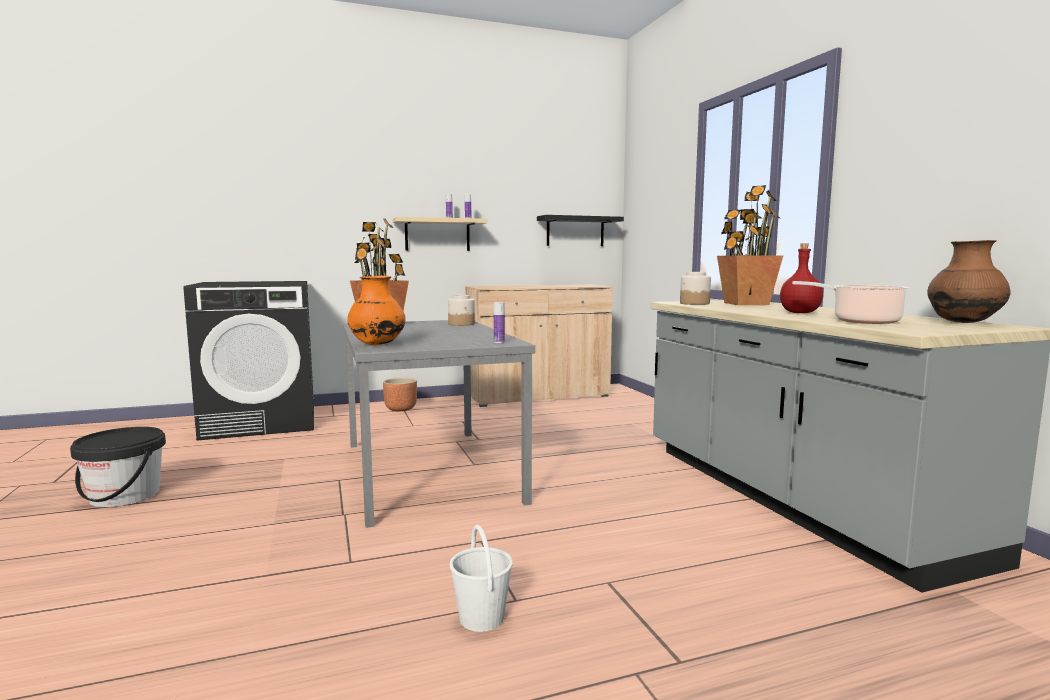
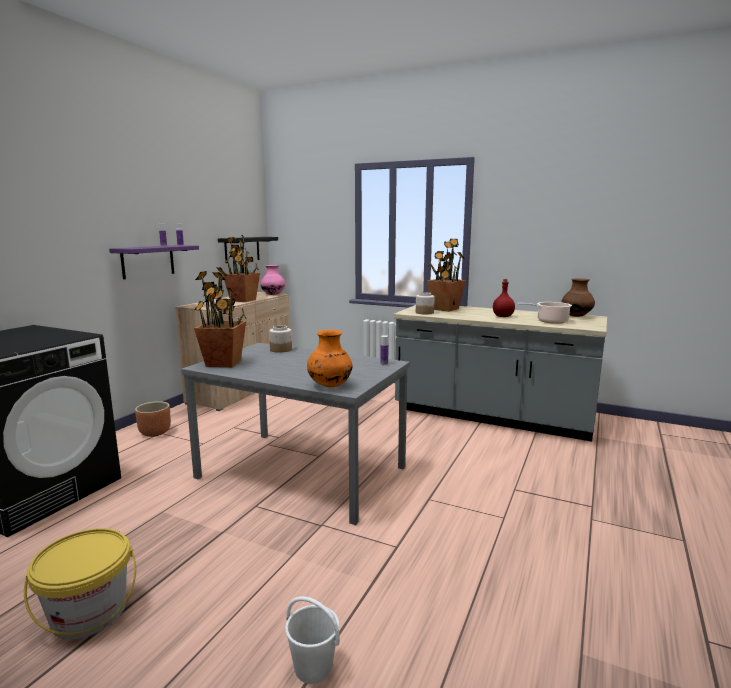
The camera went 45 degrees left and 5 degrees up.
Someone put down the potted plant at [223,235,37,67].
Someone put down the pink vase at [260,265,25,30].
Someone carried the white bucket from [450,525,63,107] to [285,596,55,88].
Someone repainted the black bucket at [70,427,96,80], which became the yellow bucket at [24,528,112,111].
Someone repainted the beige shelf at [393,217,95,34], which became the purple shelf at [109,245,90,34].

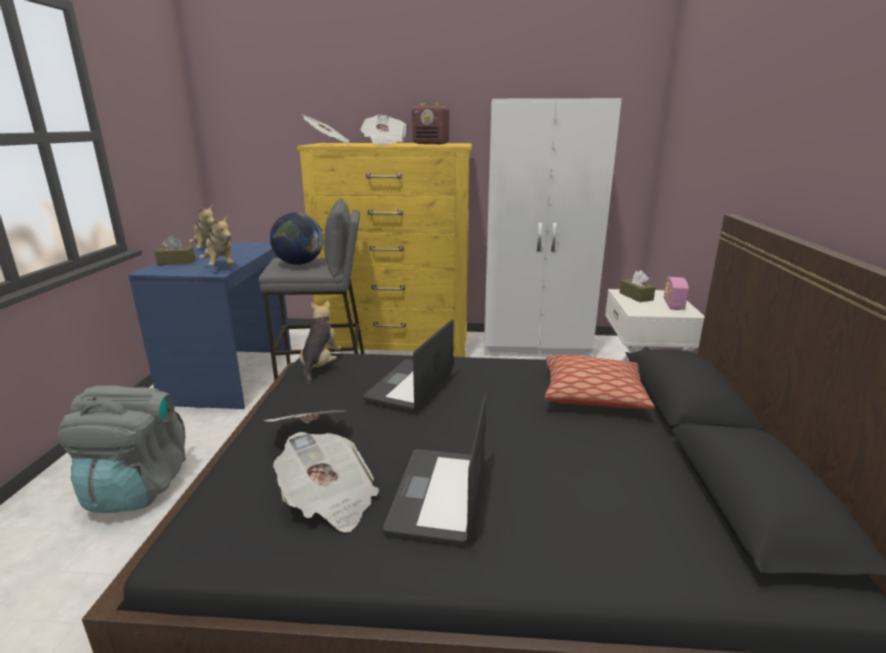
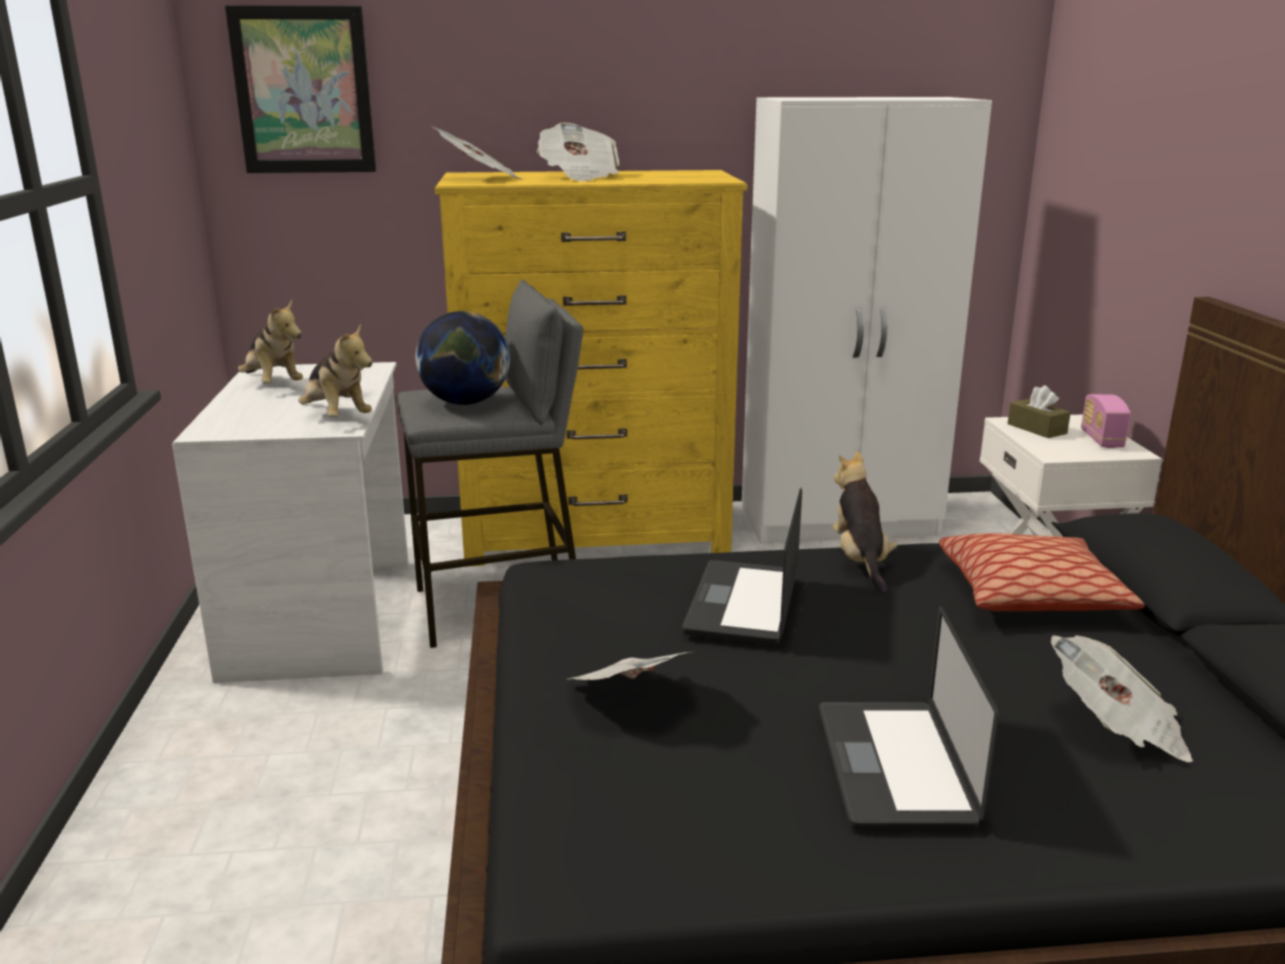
The camera went 10 degrees left and 0 degrees up.
Someone took away the grey backpack at [57,385,129,128].
Someone took away the brown tissue box at [155,236,41,29].
Someone took away the radio at [412,103,37,41].
Someone put up the picture at [225,5,151,168].
Someone carried the newspaper from [273,432,106,101] to [1051,635,142,127].
Someone carried the plush toy from [300,301,41,84] to [833,451,65,141].
Someone repainted the blue desk at [128,242,163,167], which became the white desk at [172,362,237,321].

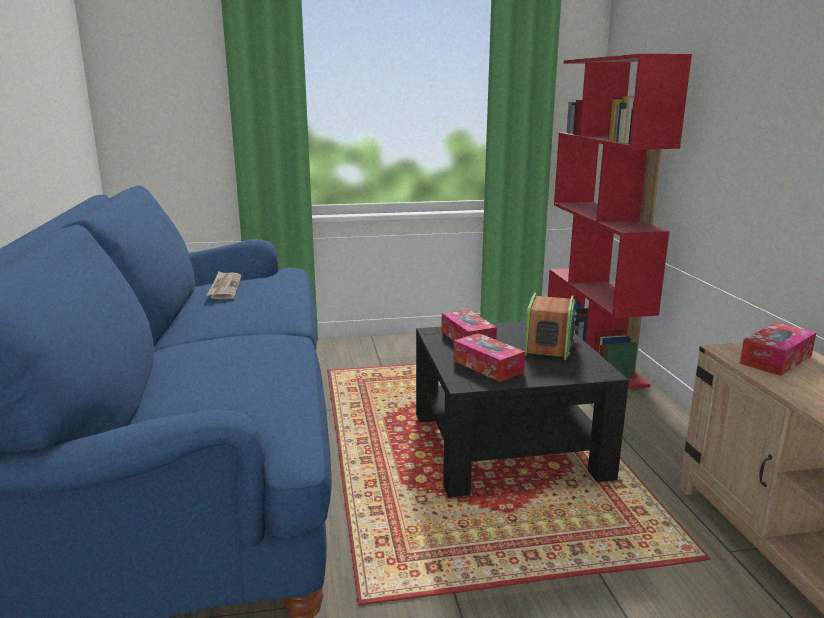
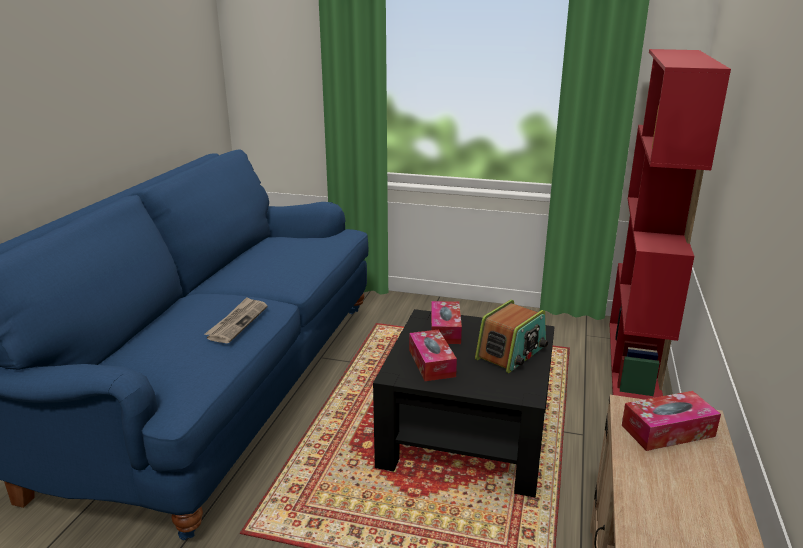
The camera went 25 degrees right and 5 degrees up.
Someone carried the newspaper from [207,272,35,27] to [204,297,63,46].

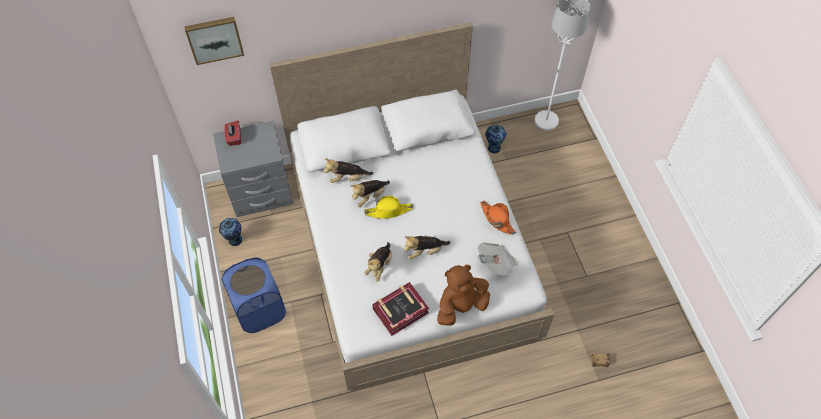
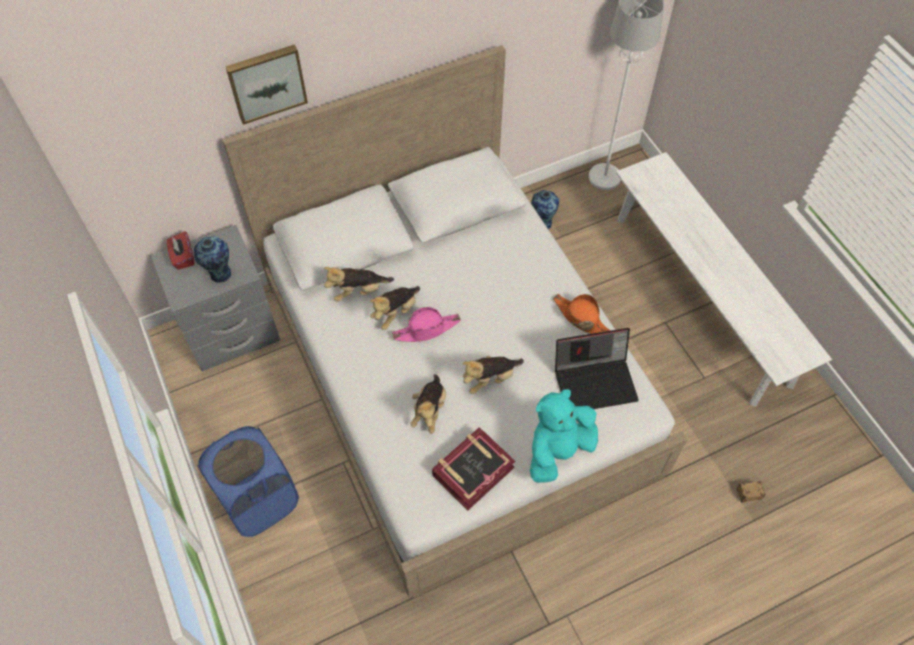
The camera went 10 degrees left and 0 degrees up.
Someone put down the white bench at [616,152,216,255].
Someone carried the picture from [184,17,60,48] to [225,44,83,81].
Someone carried the vase from [219,218,23,28] to [194,236,37,47].
Someone swapped the newspaper at [477,242,42,34] for the laptop at [555,328,84,81].
Someone repainted the yellow hat at [364,196,49,23], which became the pink hat at [392,307,69,35].
Someone repainted the brown plush toy at [437,265,53,61], which became the turquoise plush toy at [530,389,68,94].

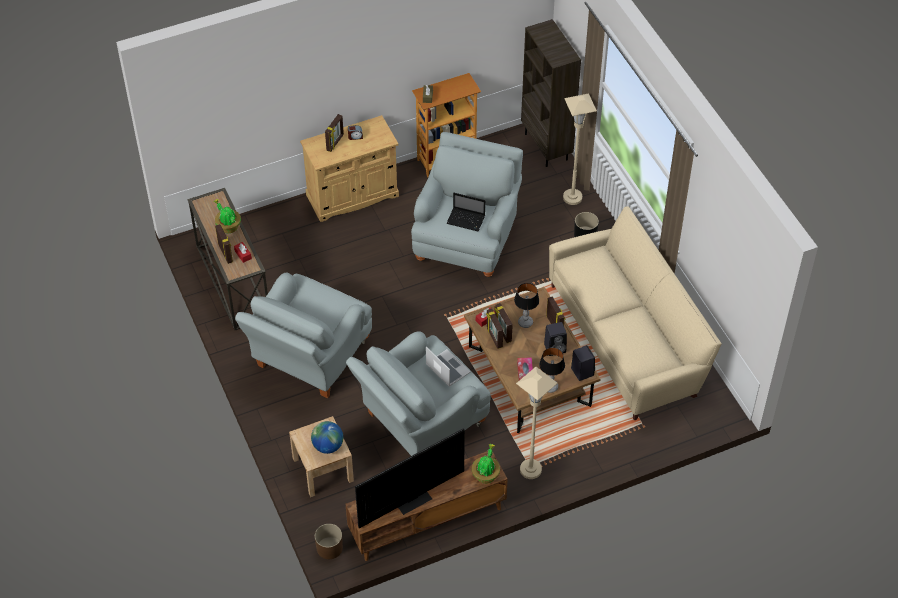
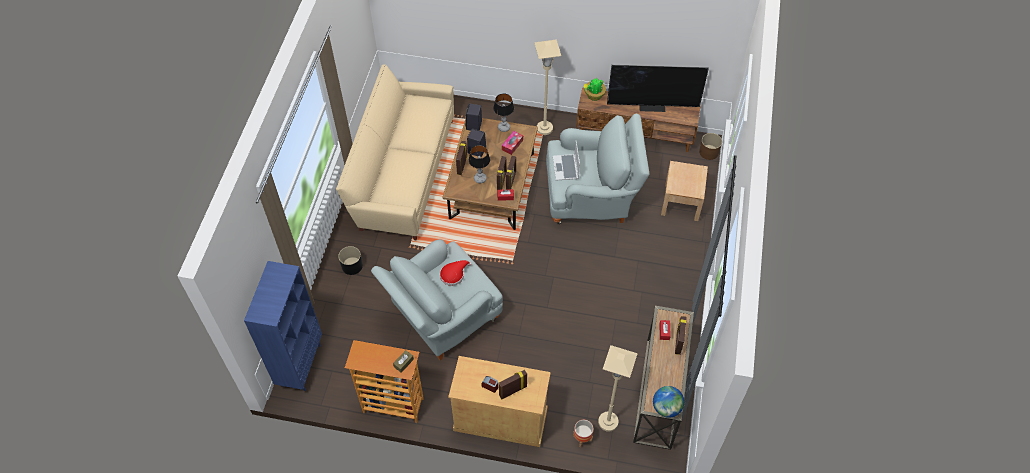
The camera went 145 degrees left and 5 degrees up.
Someone took away the potted plant at [213,199,28,34].
Someone took away the grey armchair at [235,273,137,125].
Someone put down the planter at [573,420,20,27].
Someone carried the globe from [311,421,32,33] to [653,386,31,32].
Someone carried the beige floor lamp from [563,93,34,112] to [598,345,40,87].
Someone swapped the laptop at [446,193,39,38] for the red hat at [440,260,31,26].
Someone repainted the brown bookcase at [521,19,60,148], which became the blue bookcase at [244,261,78,130].

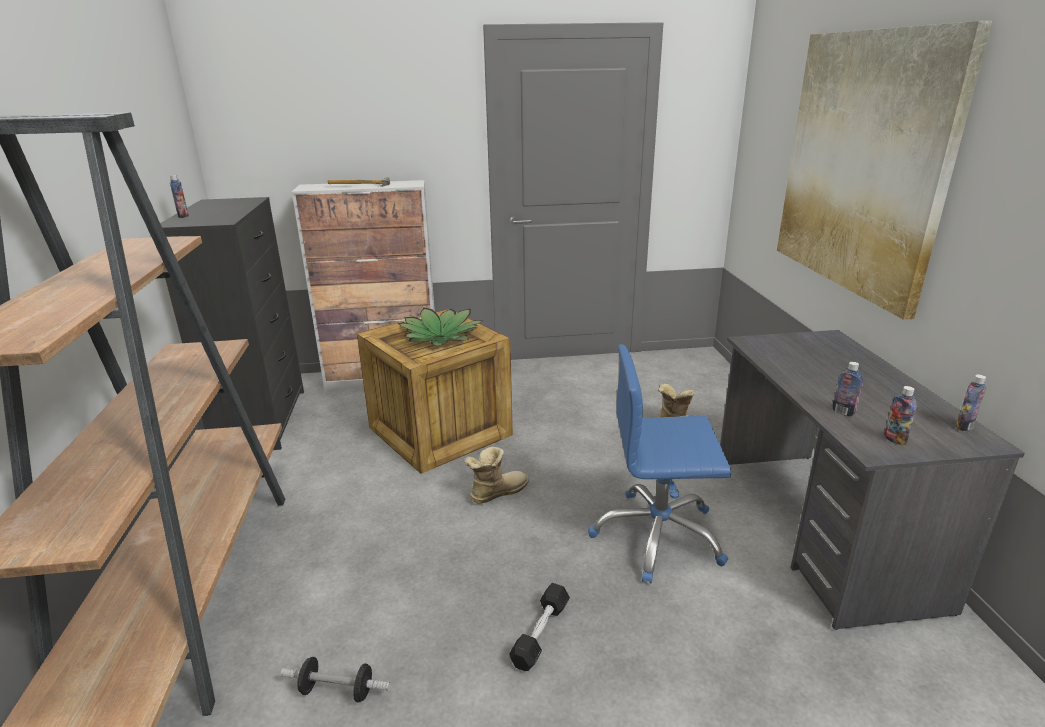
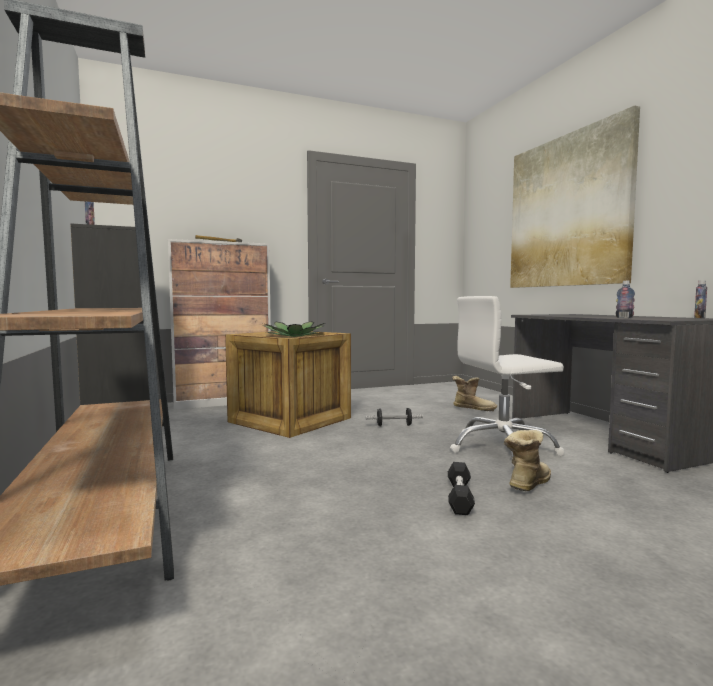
The camera went 15 degrees left and 20 degrees down.
Someone took away the bottle at [884,386,33,59].
Someone carried the dumbbell from [281,657,110,46] to [366,408,57,18].
Someone carried the boot from [464,447,65,57] to [504,430,47,61].
Someone repainted the blue office chair at [588,344,144,239], which became the white office chair at [450,296,114,171].

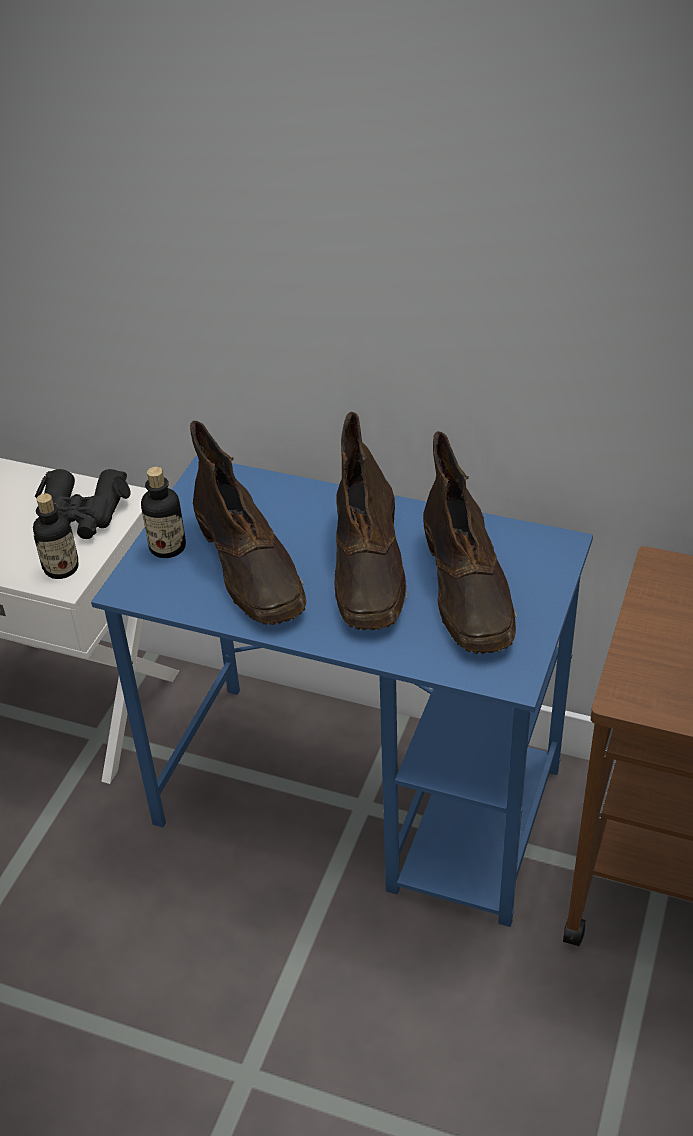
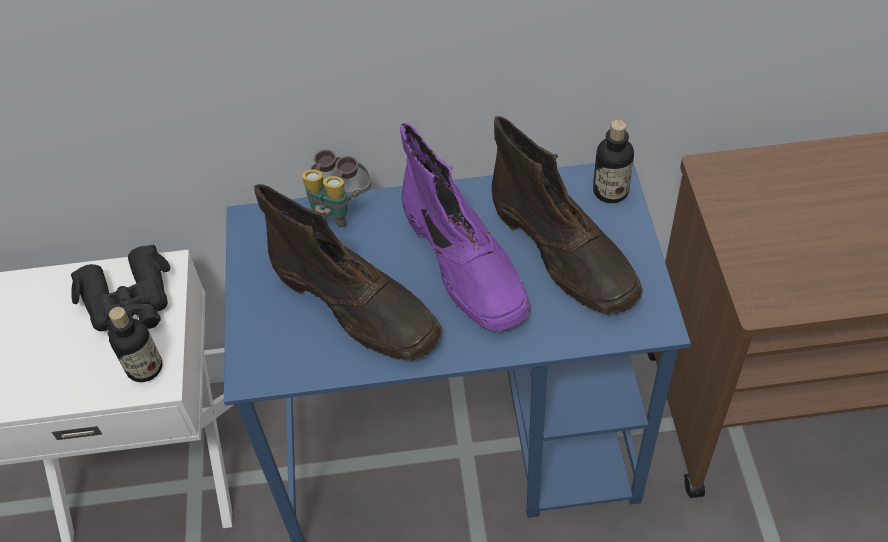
The camera went 25 degrees left and 10 degrees up.
Someone put down the binoculars at [302,149,69,79].
Someone carried the bottle from [141,467,45,91] to [593,120,41,83].
Someone repainted the brown boot at [335,412,72,218], which became the purple boot at [400,123,130,209].

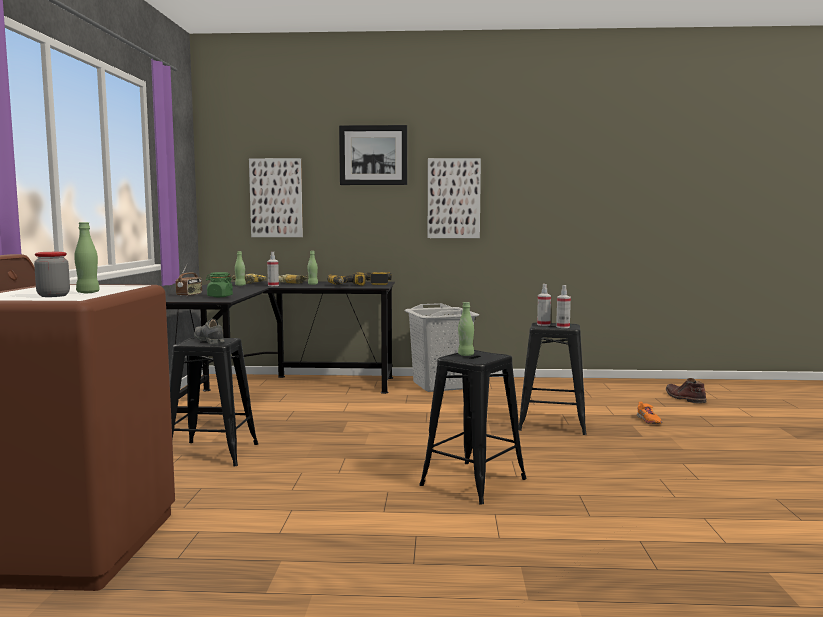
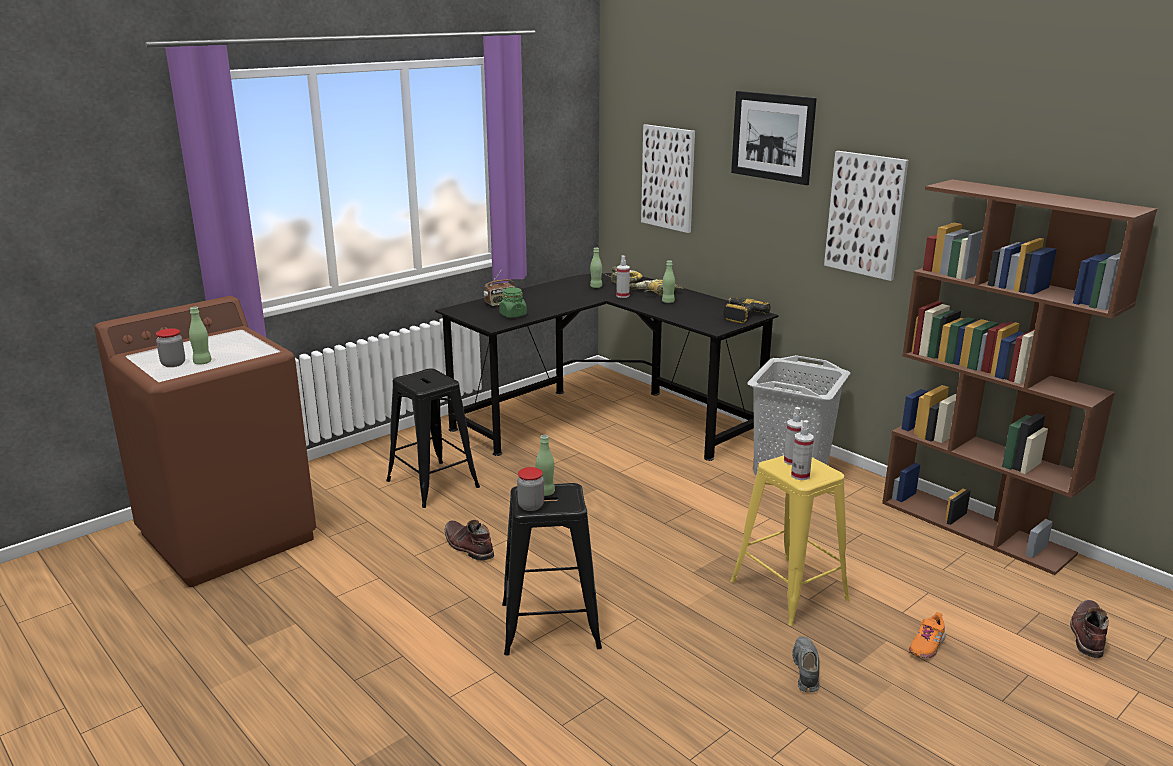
The camera went 45 degrees right and 15 degrees up.
Someone took away the power drill at [327,272,39,14].
Someone put down the brown boot at [445,520,49,41].
Someone put down the jar at [517,467,27,44].
Someone put down the brown bookcase at [882,179,275,396].
Someone carried the grey shoe from [194,319,31,25] to [792,637,27,55].
Someone repainted the black stool at [519,323,68,112], which became the yellow stool at [730,455,120,171].

